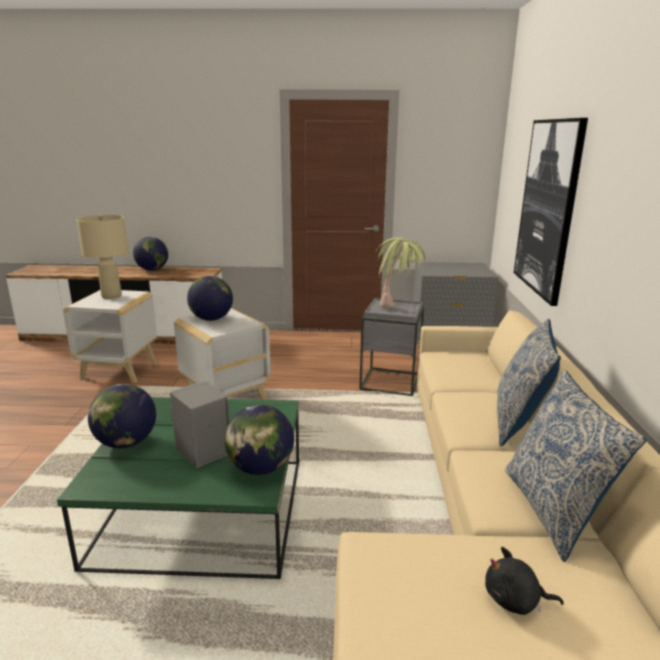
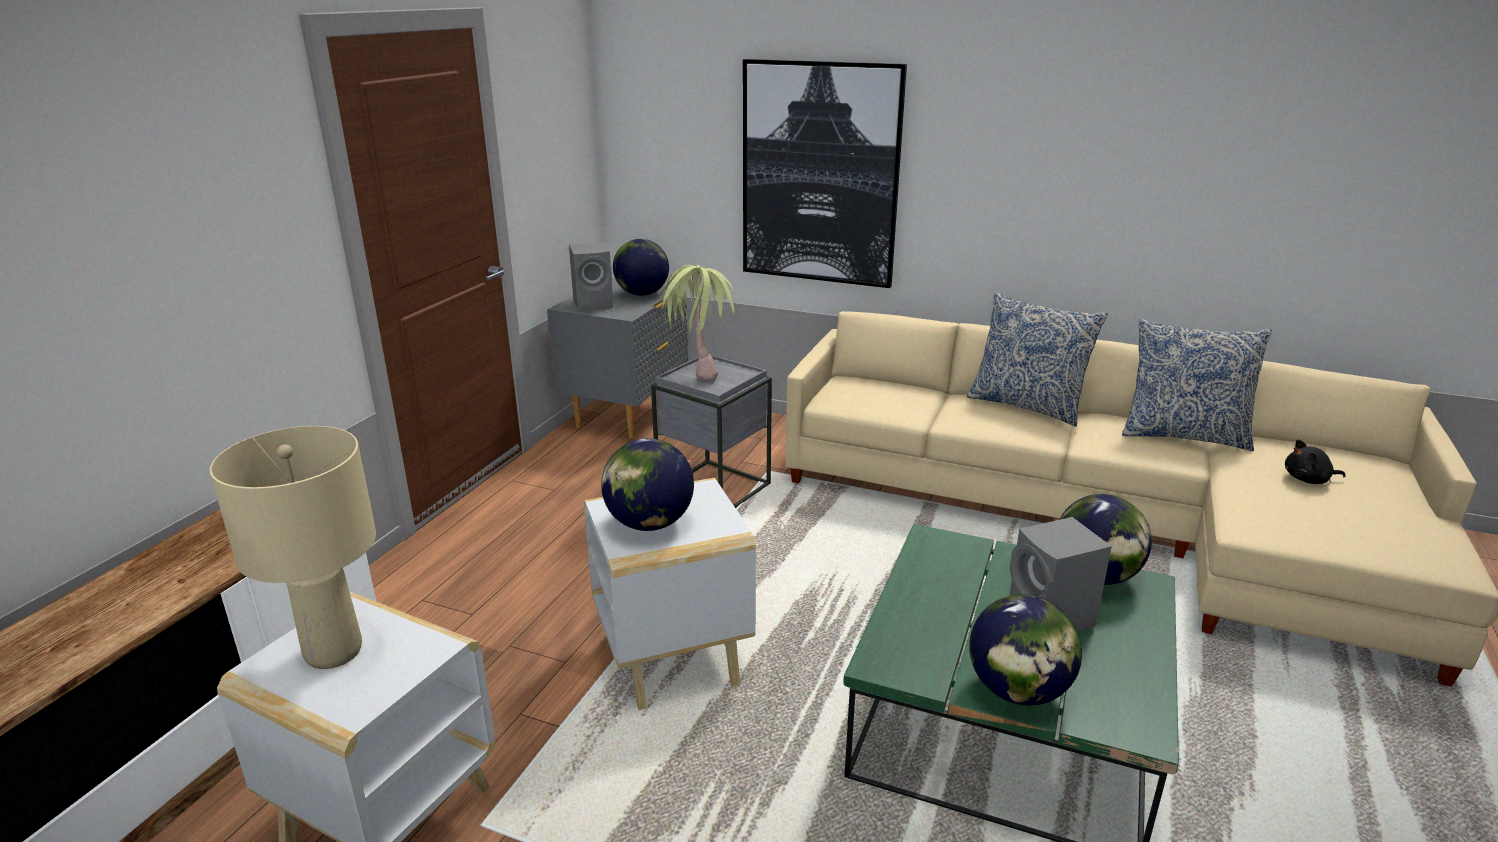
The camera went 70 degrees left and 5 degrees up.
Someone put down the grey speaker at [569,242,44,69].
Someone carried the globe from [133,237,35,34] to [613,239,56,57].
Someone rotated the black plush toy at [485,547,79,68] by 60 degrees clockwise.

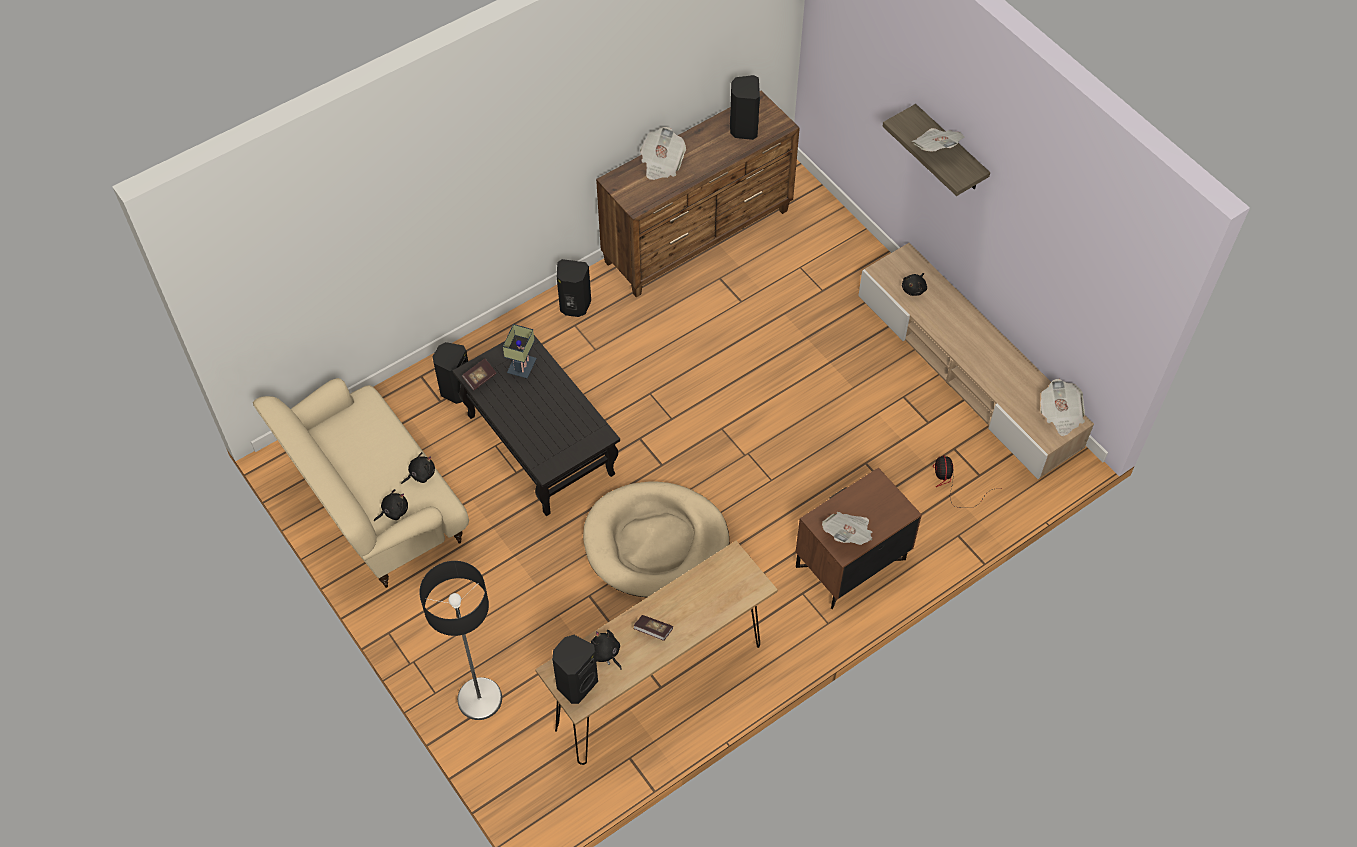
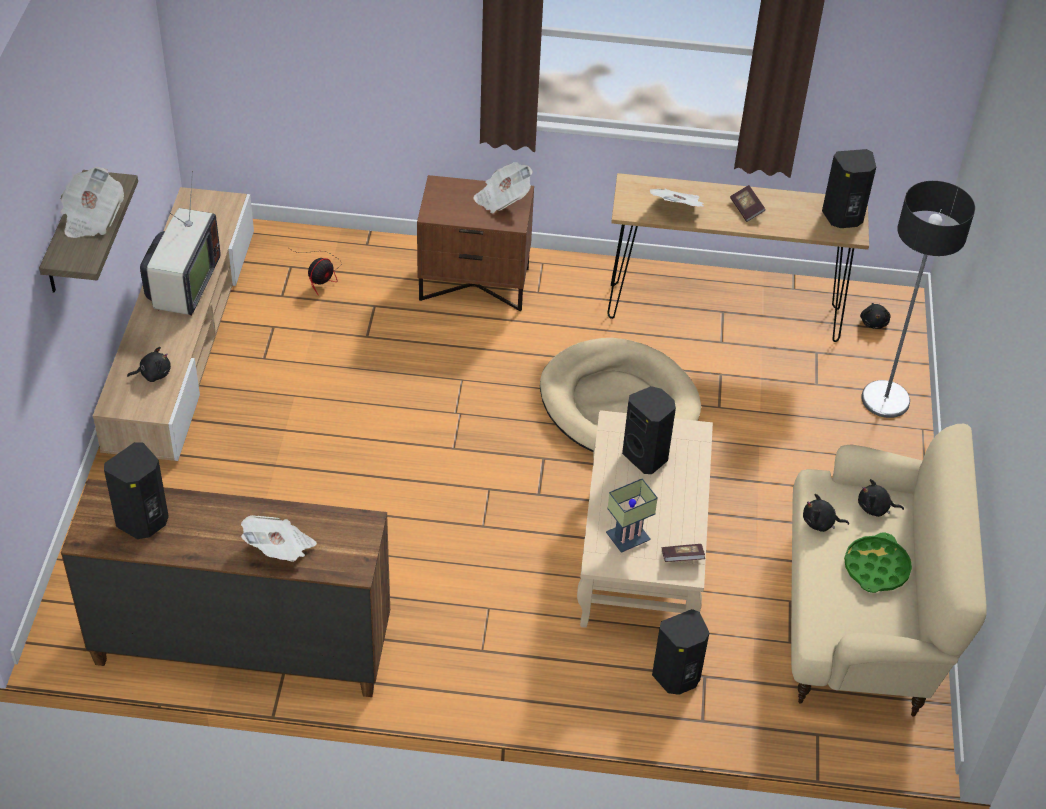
The camera went 140 degrees left and 10 degrees down.
Someone put down the television at [140,171,81,145].
Someone put down the green tray at [844,532,68,61].
Someone carried the black speaker from [557,259,34,58] to [622,386,54,88].
Someone carried the black plush toy from [591,630,31,40] to [860,303,31,26].
Someone carried the newspaper from [1040,379,45,57] to [650,189,54,18].
Someone repainted the black coffee table at [453,335,167,181], which became the beige coffee table at [577,410,136,218].

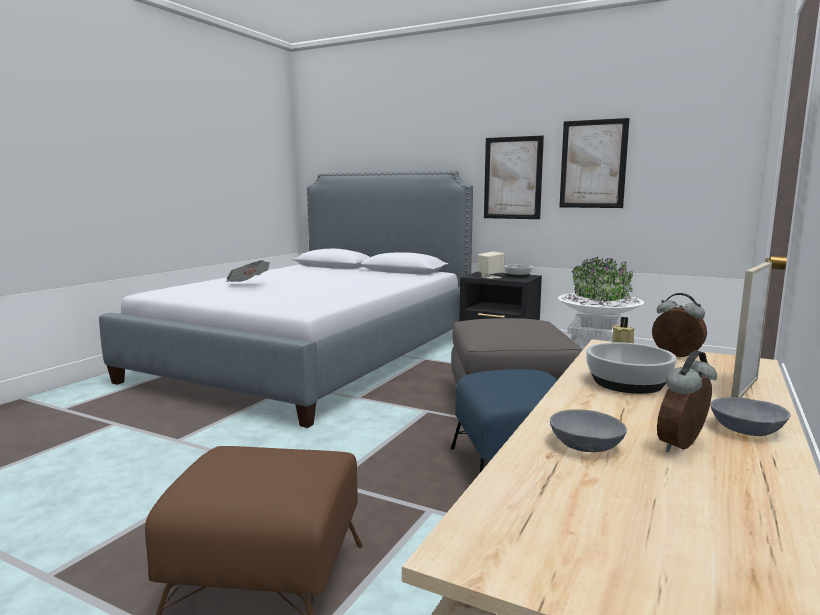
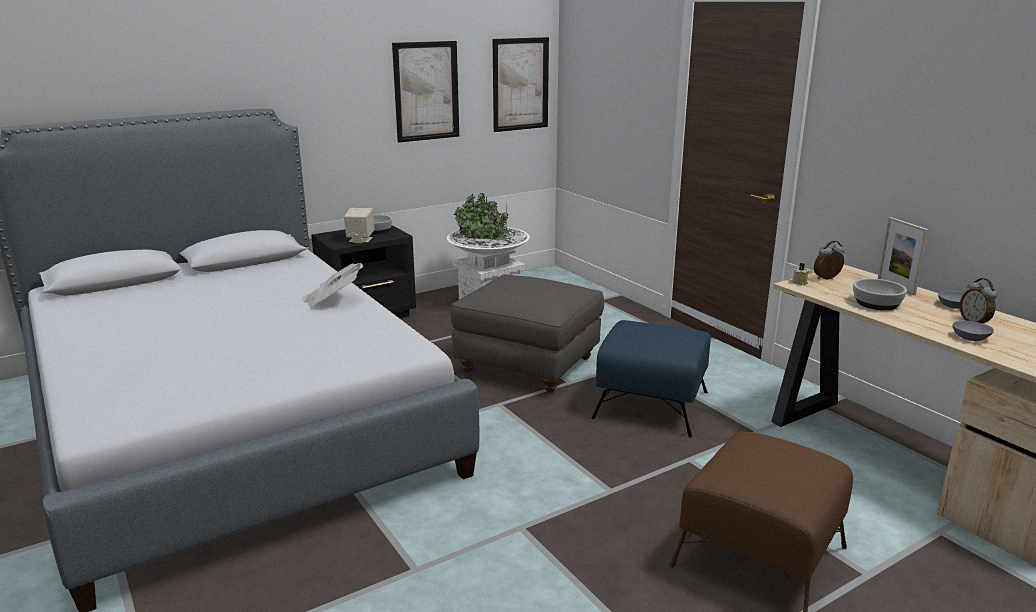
The camera went 60 degrees left and 10 degrees up.
Someone carried the newspaper from [226,260,44,22] to [302,263,61,43].
Someone carried the picture from [484,135,60,84] to [493,37,56,95].

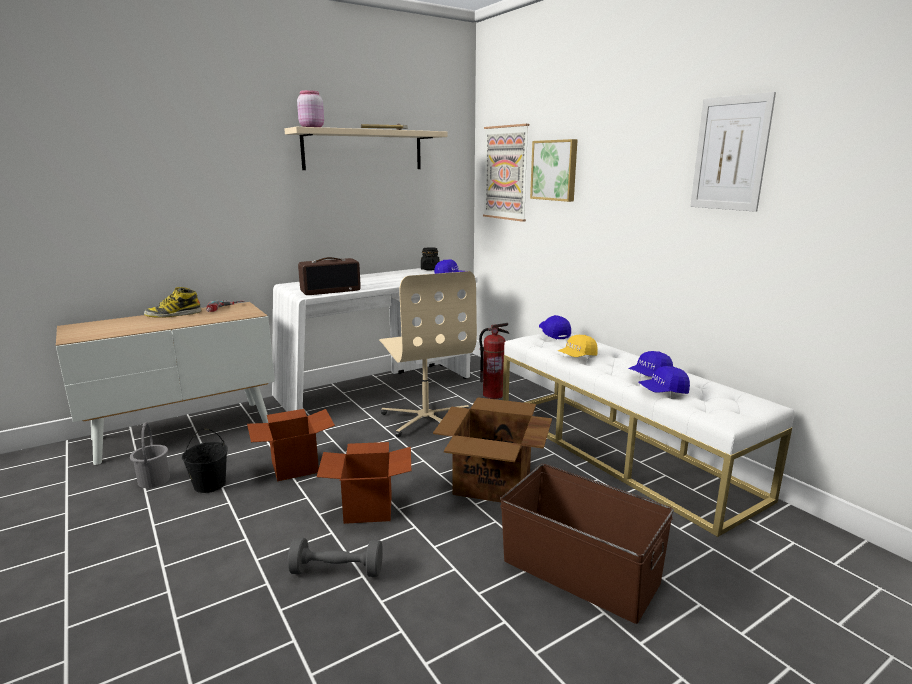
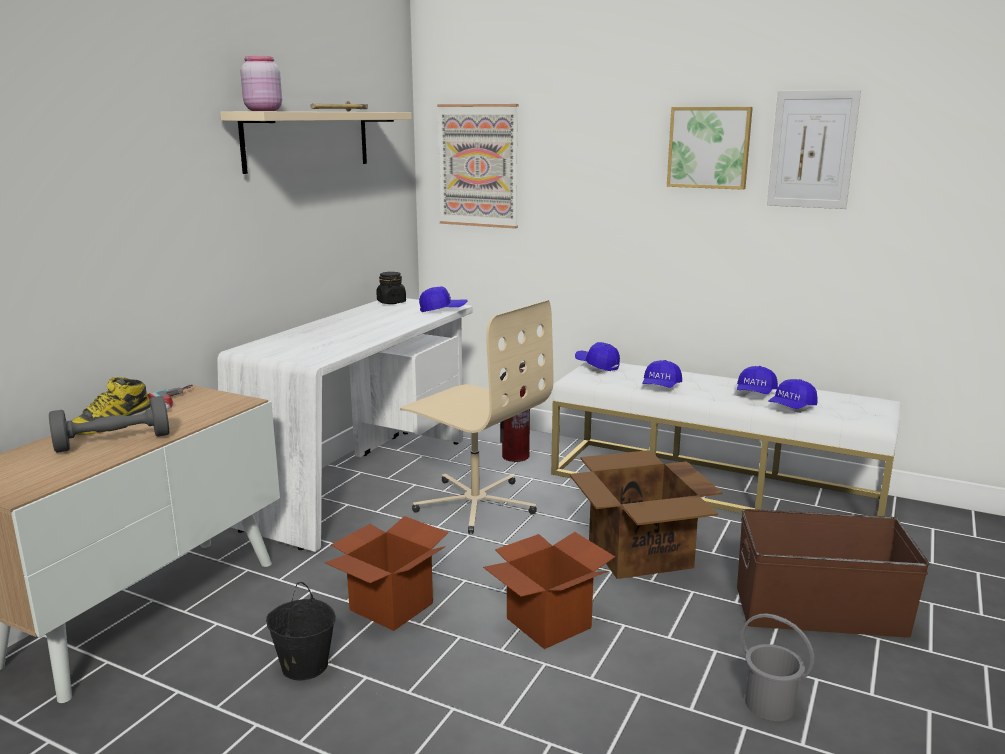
The camera went 30 degrees left and 0 degrees up.
Someone took away the radio at [298,257,63,38].
Someone carried the grey bucket from [130,422,40,66] to [741,613,73,108].
Someone carried the grey dumbbell from [288,538,95,39] to [49,396,120,57].
Someone carried the picture from [530,139,48,63] to [667,107,86,83].
Someone repainted the yellow cap at [558,335,40,22], which became the blue cap at [642,360,40,28].

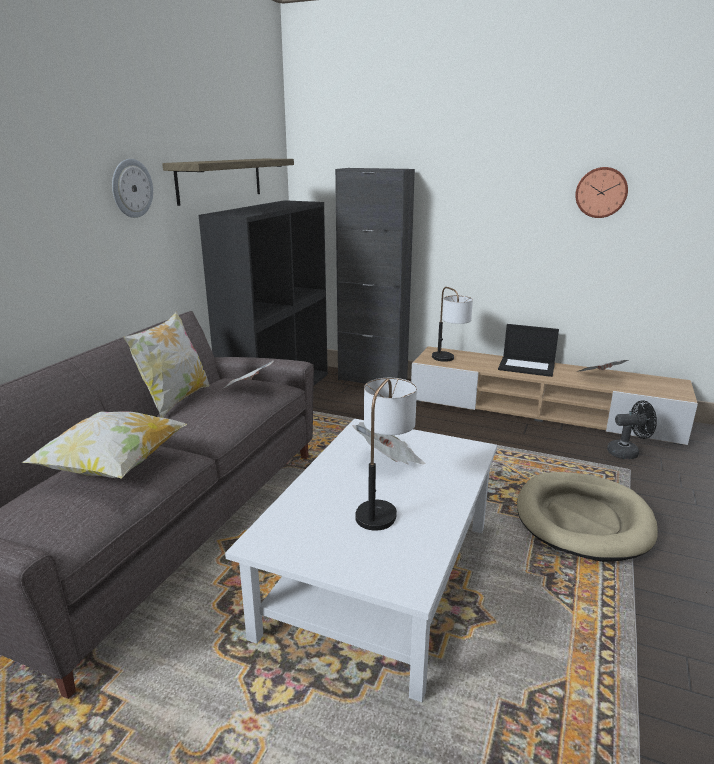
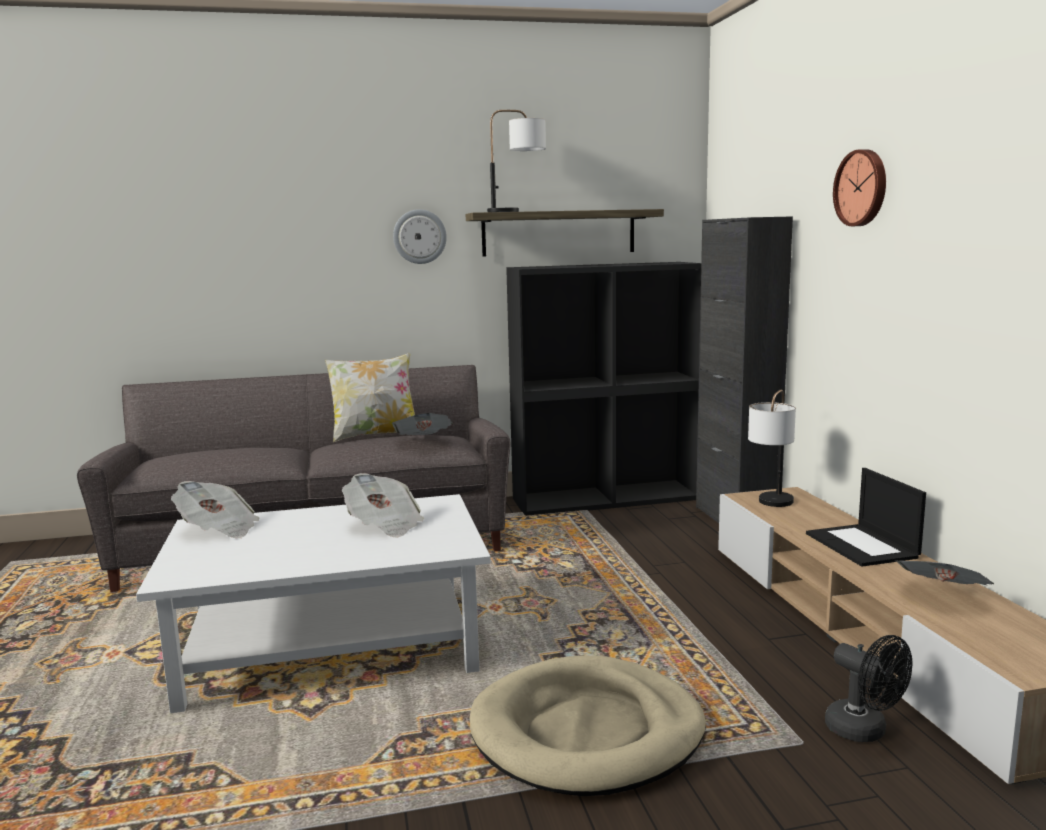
The camera went 55 degrees right and 10 degrees down.
Someone took away the pillow at [21,411,166,68].
Someone put down the newspaper at [171,481,89,57].
Someone carried the table lamp from [355,378,62,153] to [487,110,59,102].
Someone carried the wall clock from [575,167,53,51] to [833,149,53,77].

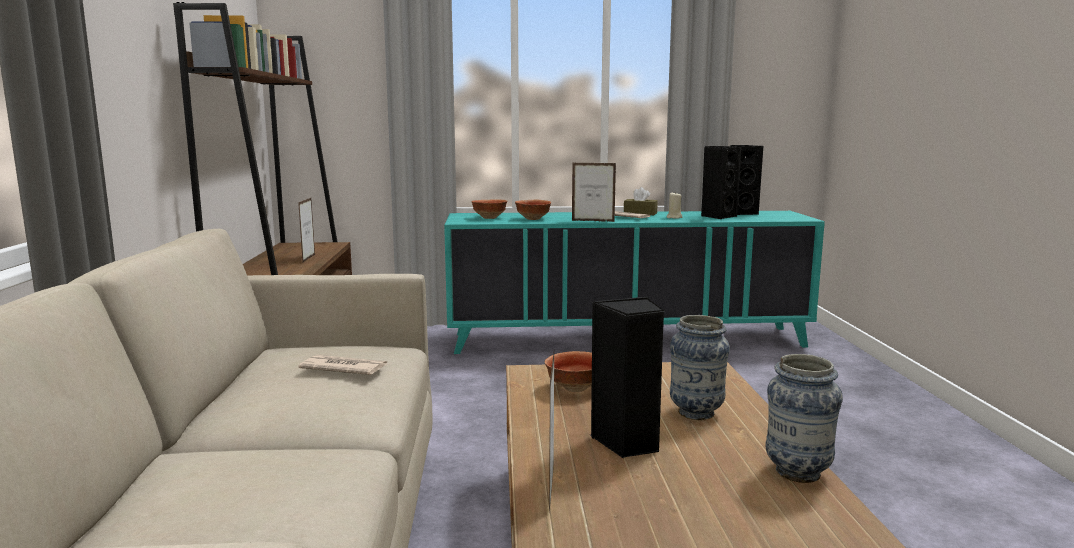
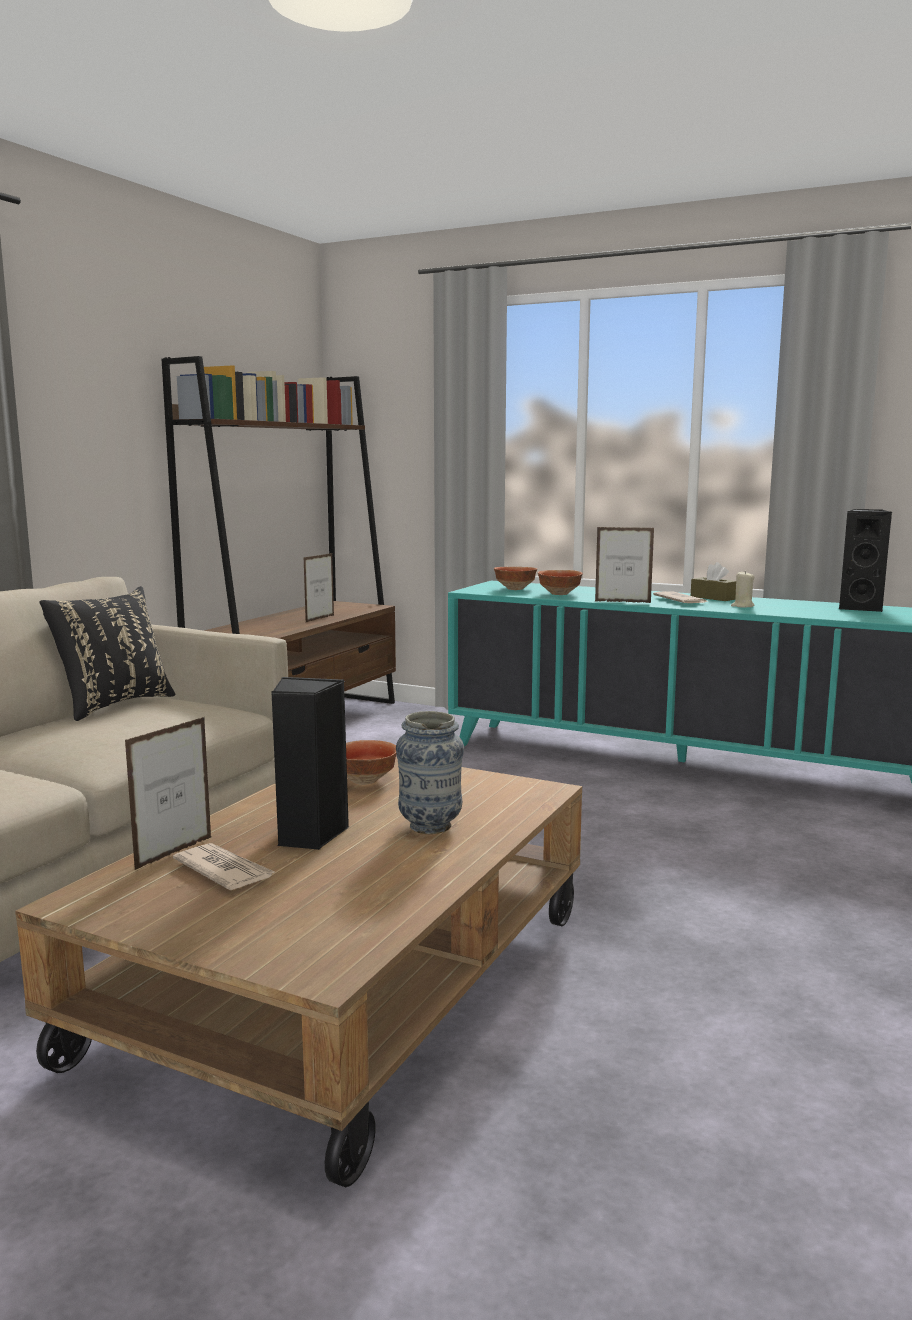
The camera went 30 degrees right and 0 degrees up.
Someone took away the black speaker at [701,146,40,73].
Someone took away the vase at [765,354,78,129].
Someone put down the black pillow at [39,586,137,135].
Someone carried the newspaper from [298,355,89,20] to [173,843,102,47].
Someone rotated the picture frame at [572,163,44,59] by 150 degrees clockwise.

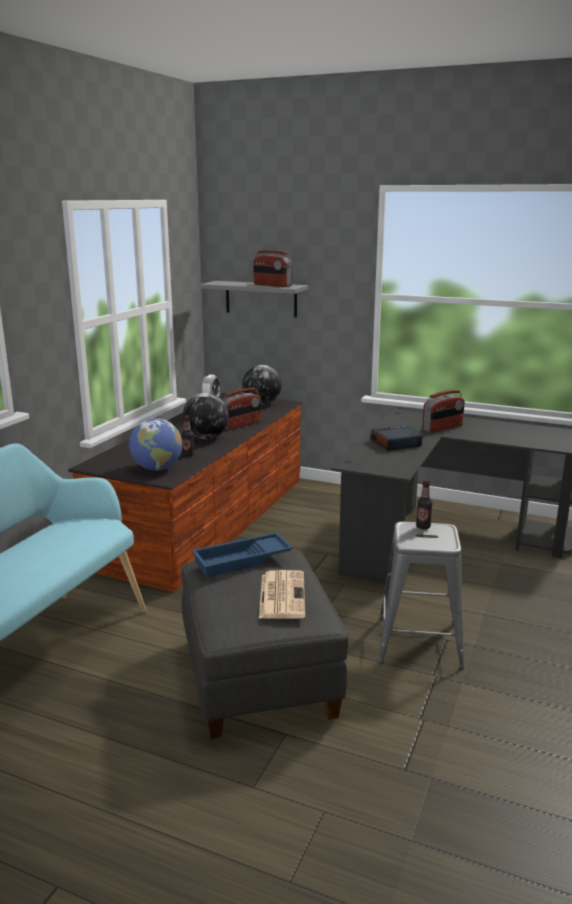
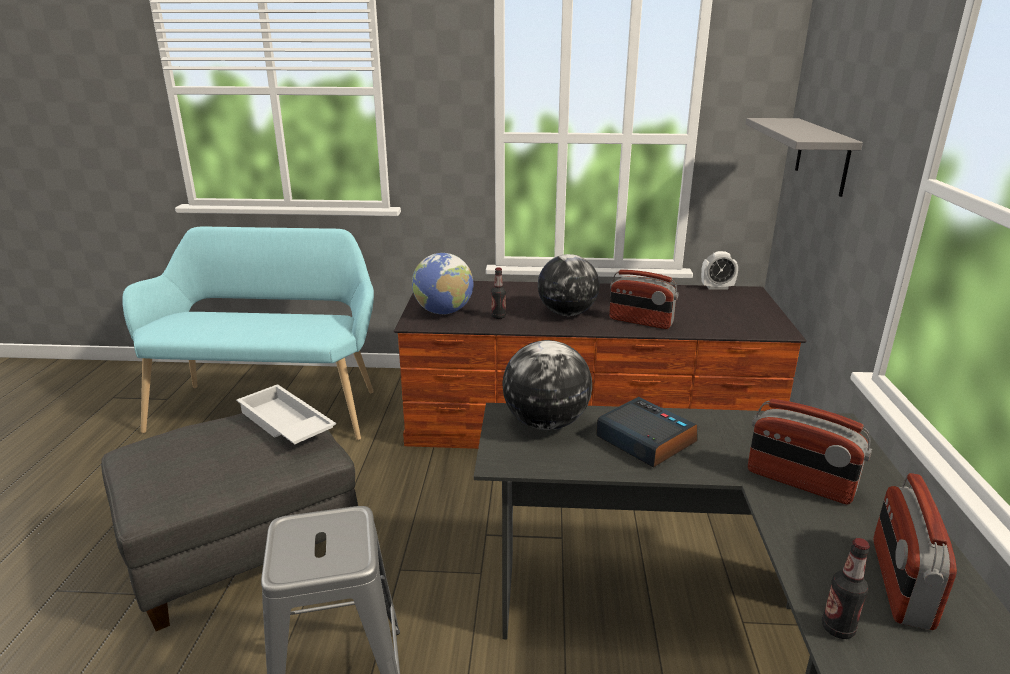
The camera went 70 degrees right and 5 degrees up.
Someone took away the newspaper at [259,570,46,49].
Someone carried the globe from [242,365,40,40] to [502,340,90,90].
Someone carried the radio from [253,250,39,37] to [873,473,84,157].
Someone carried the bottle from [416,479,16,50] to [822,538,48,101].
Someone repainted the blue tray at [192,532,101,45], which became the white tray at [236,384,100,61].

